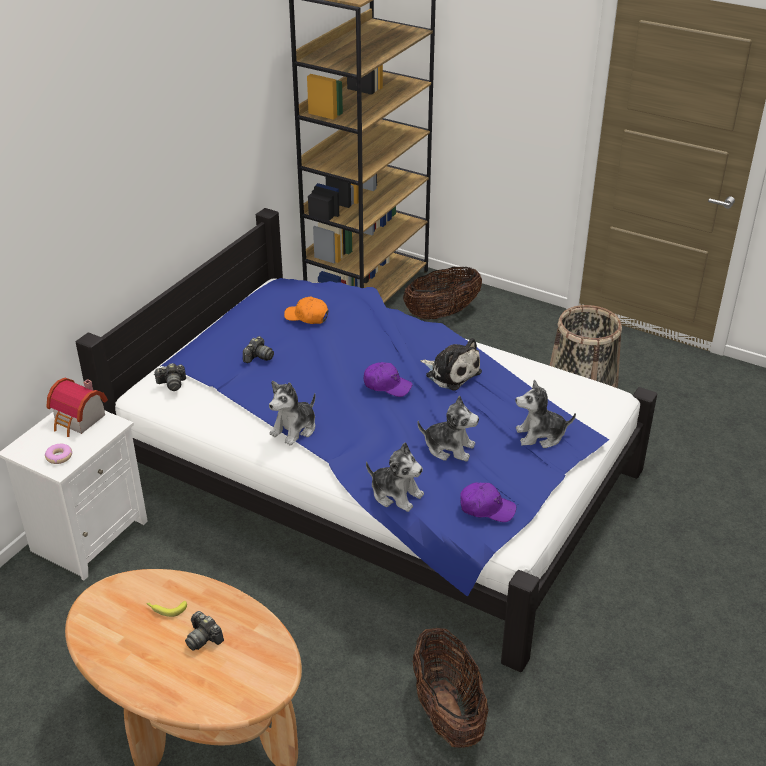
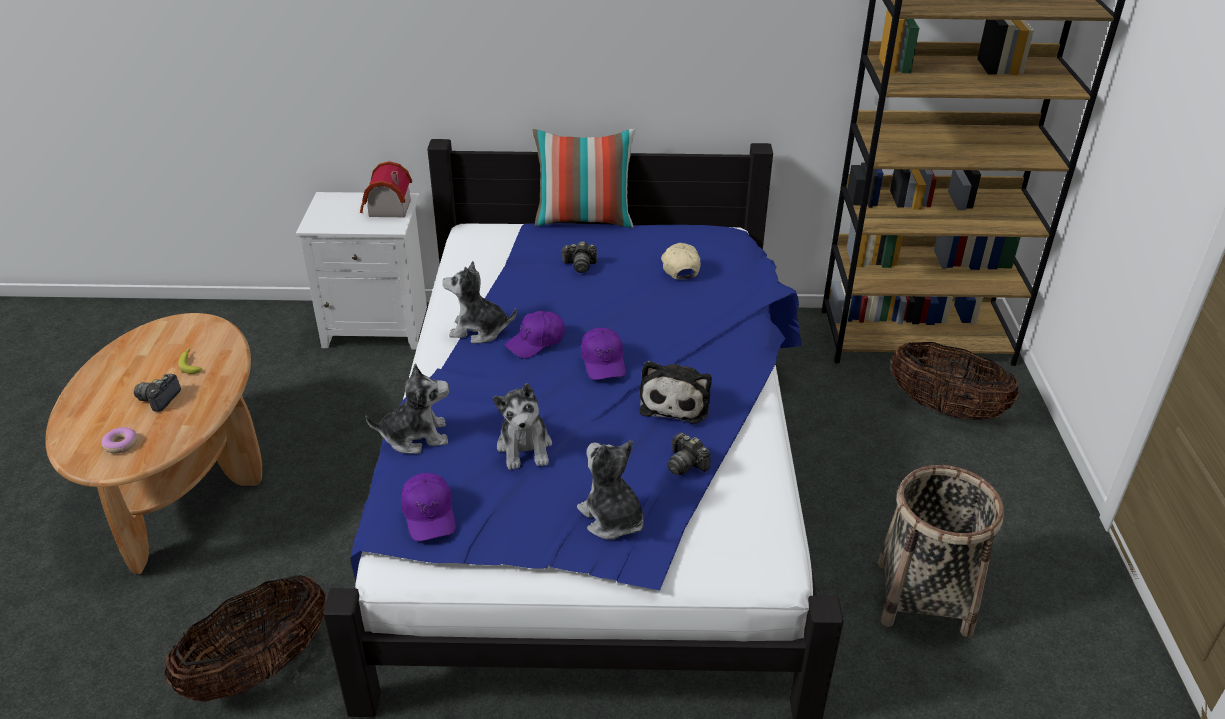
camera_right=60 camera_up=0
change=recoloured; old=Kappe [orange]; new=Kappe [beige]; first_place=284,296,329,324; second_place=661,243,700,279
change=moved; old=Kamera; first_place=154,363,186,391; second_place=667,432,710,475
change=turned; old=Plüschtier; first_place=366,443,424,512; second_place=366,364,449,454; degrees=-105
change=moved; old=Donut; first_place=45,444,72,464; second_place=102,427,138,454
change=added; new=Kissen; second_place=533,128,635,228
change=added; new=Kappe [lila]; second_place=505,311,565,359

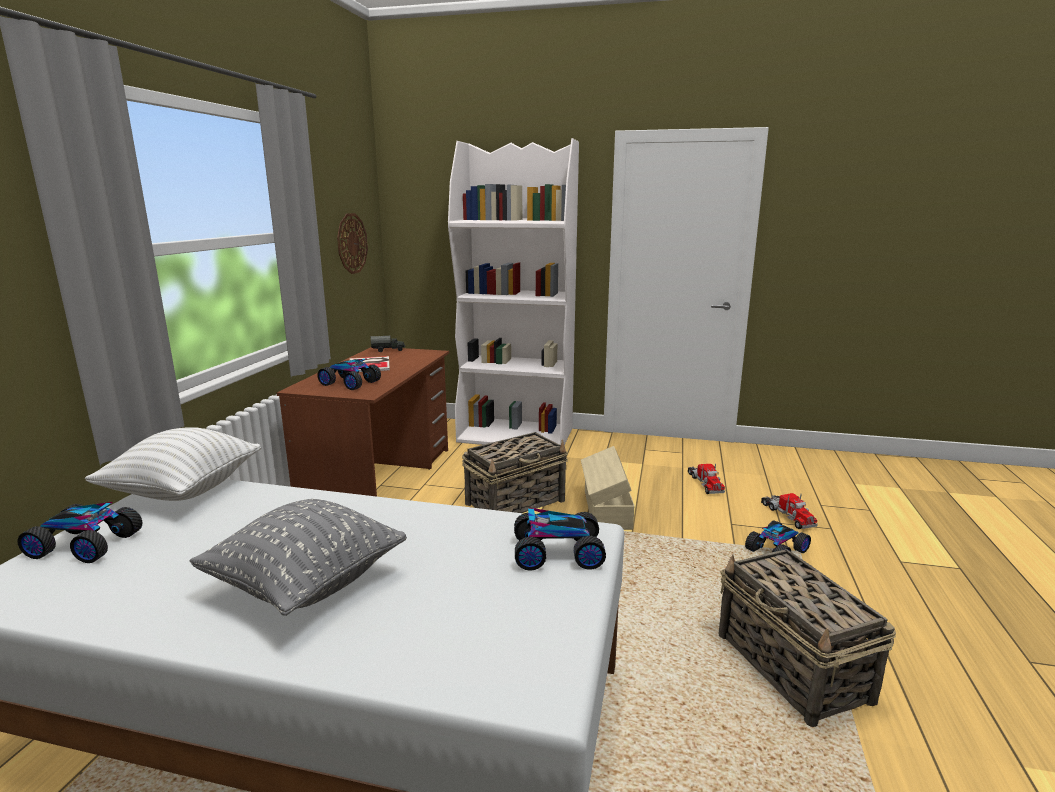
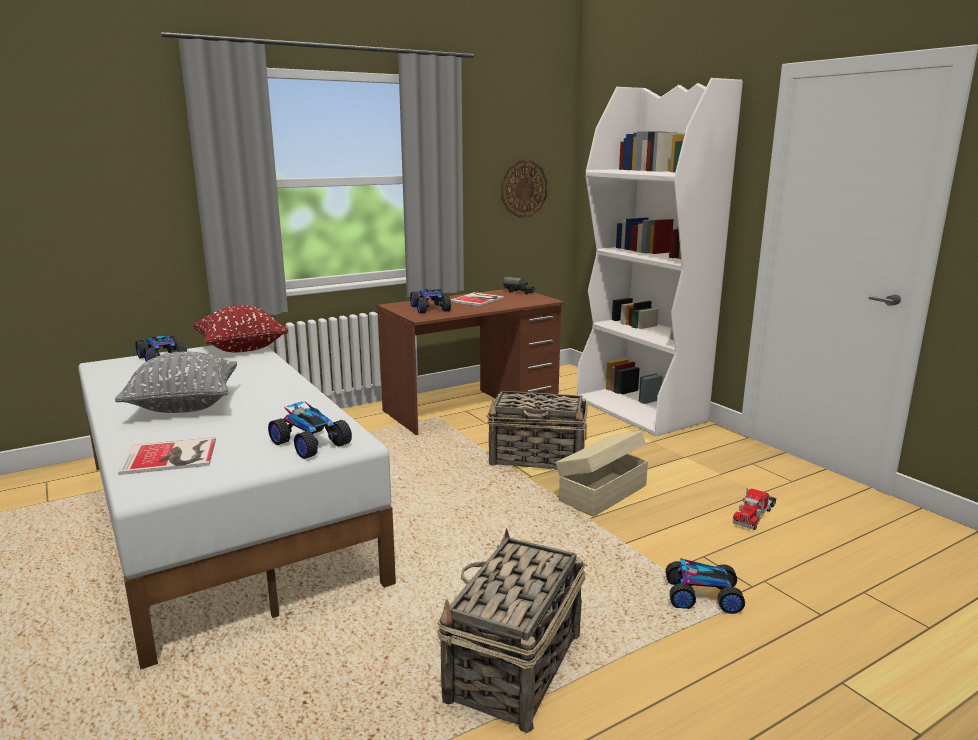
camera_right=45 camera_up=0
change=recoloured; old=Kissen [weiß]; new=Kissen [rot]; first_place=85,427,261,501; second_place=193,306,289,352
change=removed; old=Spielzeuglaster; first_place=761,493,818,529
change=added; new=Buch; second_place=118,437,216,475

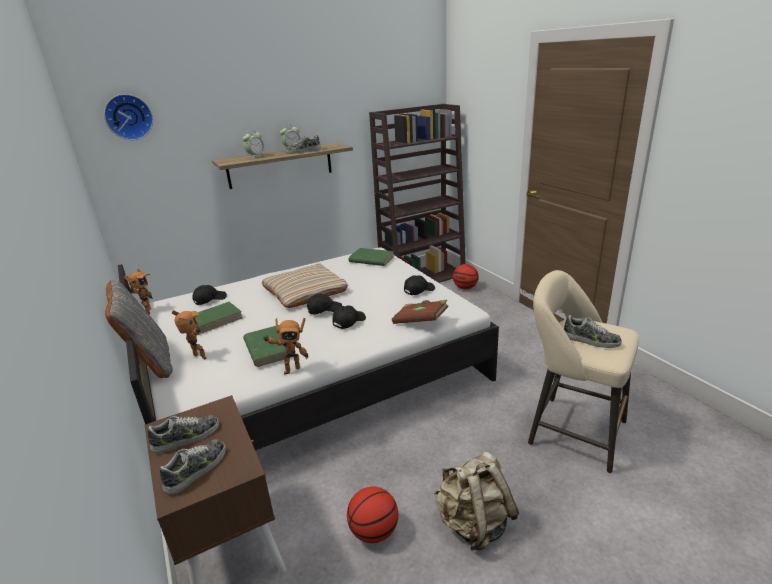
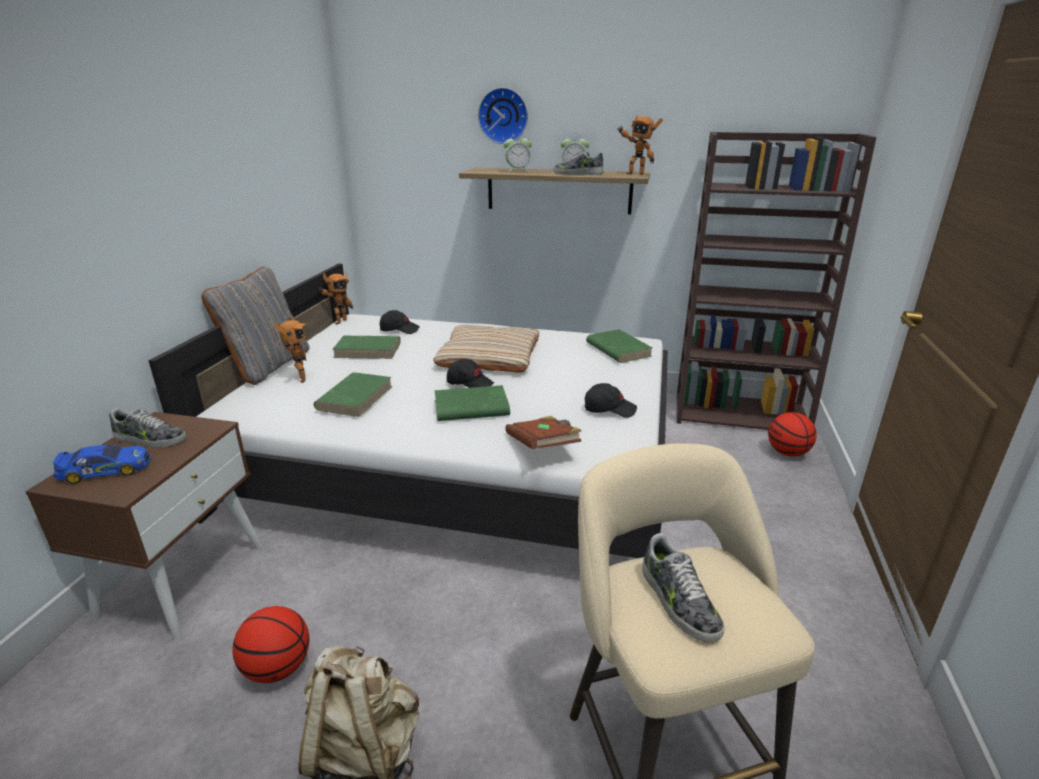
camera_right=40 camera_up=0
change=moved; old=Wanduhr; first_place=104,94,153,140; second_place=478,87,528,144
change=replaced; old=Kappe [schwarz]; new=Buch [grün]; first_place=332,305,366,329; second_place=435,385,510,421
change=moved; old=Spielzeugroboter; first_place=263,318,308,375; second_place=618,115,663,174
change=replaced; old=Schuh; new=Spielzeugauto; first_place=160,439,226,495; second_place=53,445,151,484

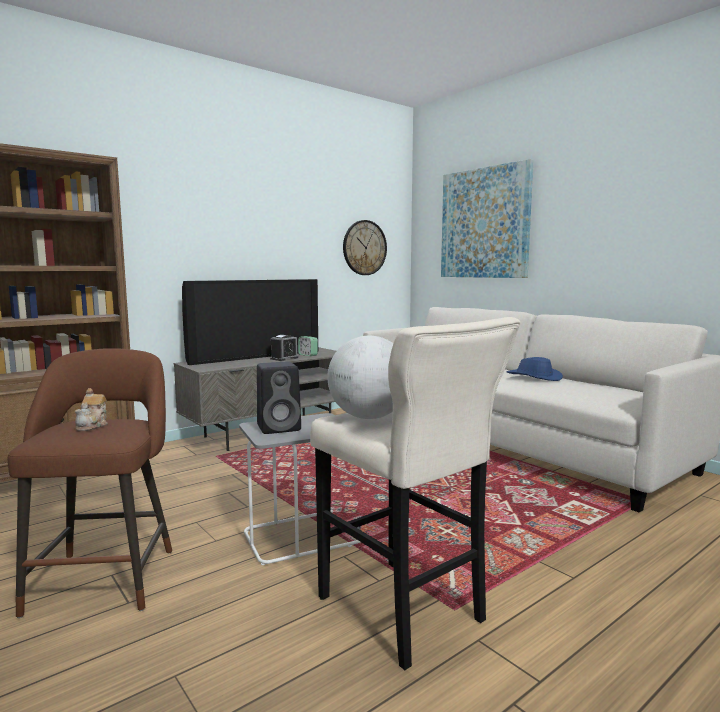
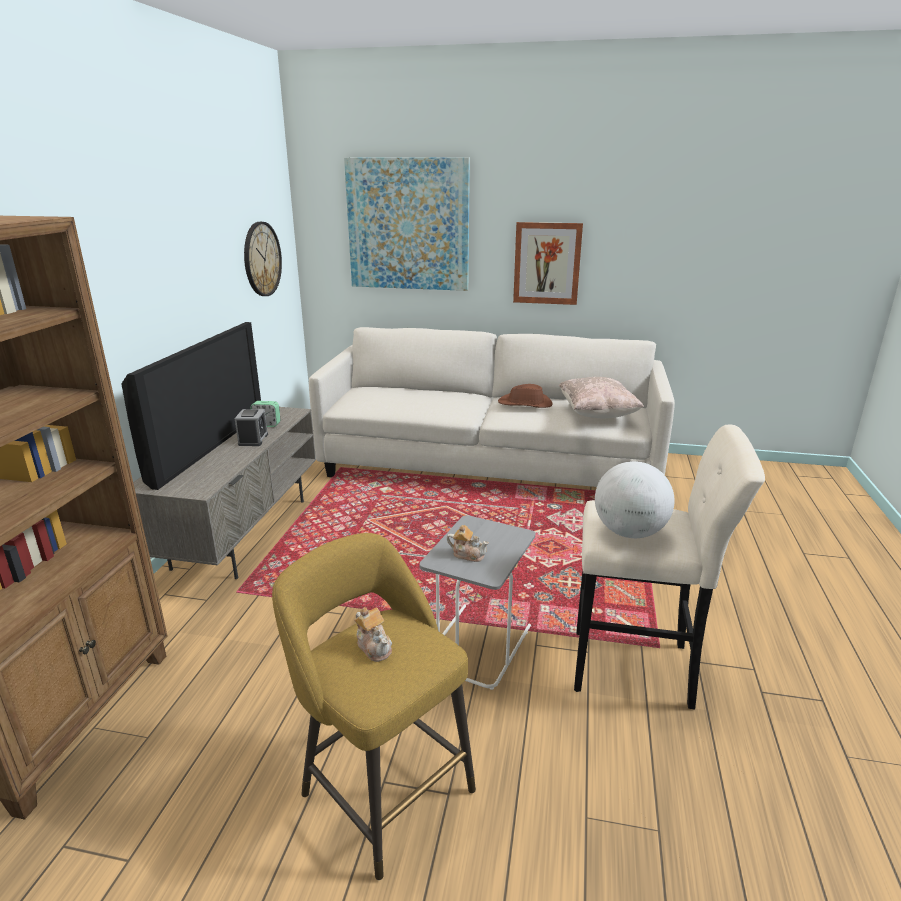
camera_right=-40 camera_up=15
change=recoloured; old=Hocker [braun]; new=Hocker [gelb]; first_place=8,348,172,618; second_place=272,533,476,880
change=recoloured; old=Hut [blau]; new=Hut [braun]; first_place=507,357,563,381; second_place=498,384,553,408
change=replaced; old=Lautsprecher [schwarz]; new=Teekanne; first_place=257,362,301,434; second_place=447,525,489,562
change=added; new=Bild; second_place=513,222,583,305
change=added; new=Kissen [beige]; second_place=559,377,644,418

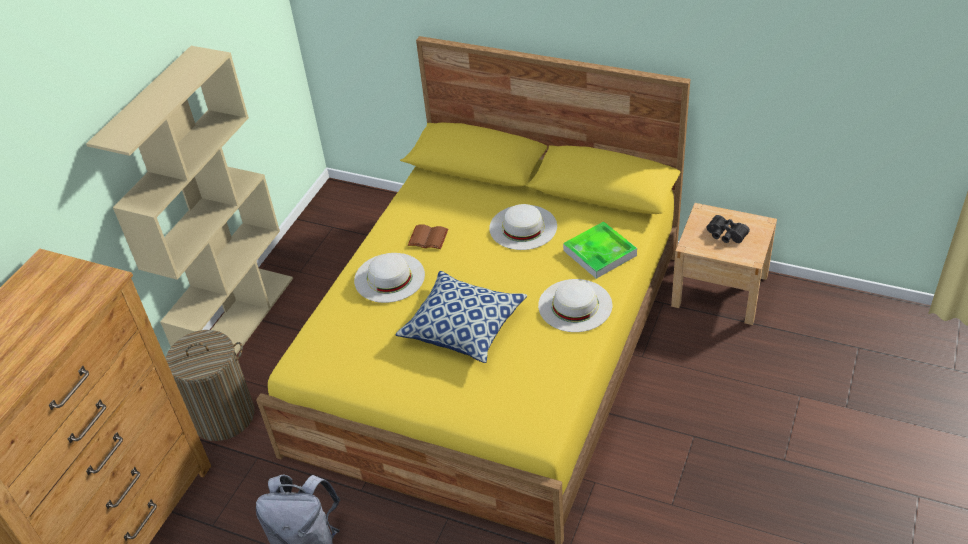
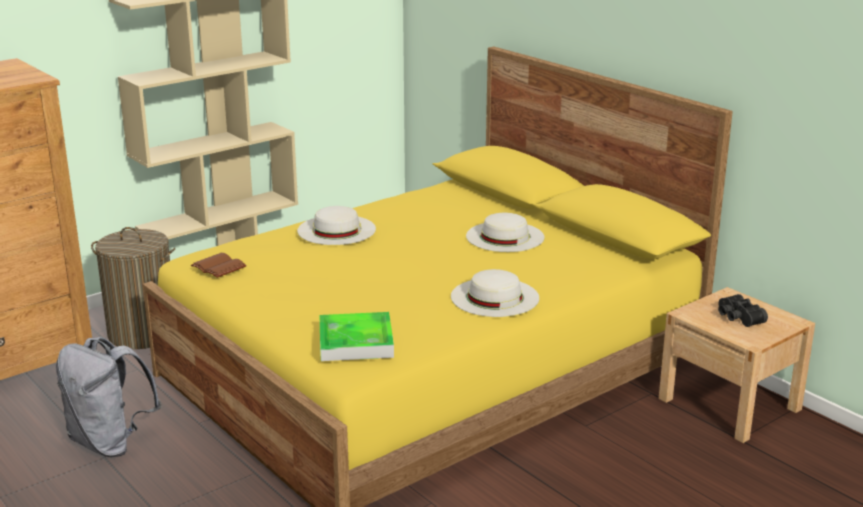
camera_right=25 camera_up=-20
change=moved; old=Tablett; first_place=563,221,637,279; second_place=320,312,394,361
change=moved; old=Buch [braun]; first_place=408,224,448,249; second_place=191,253,247,278
change=removed; old=Kissen; first_place=395,271,527,363

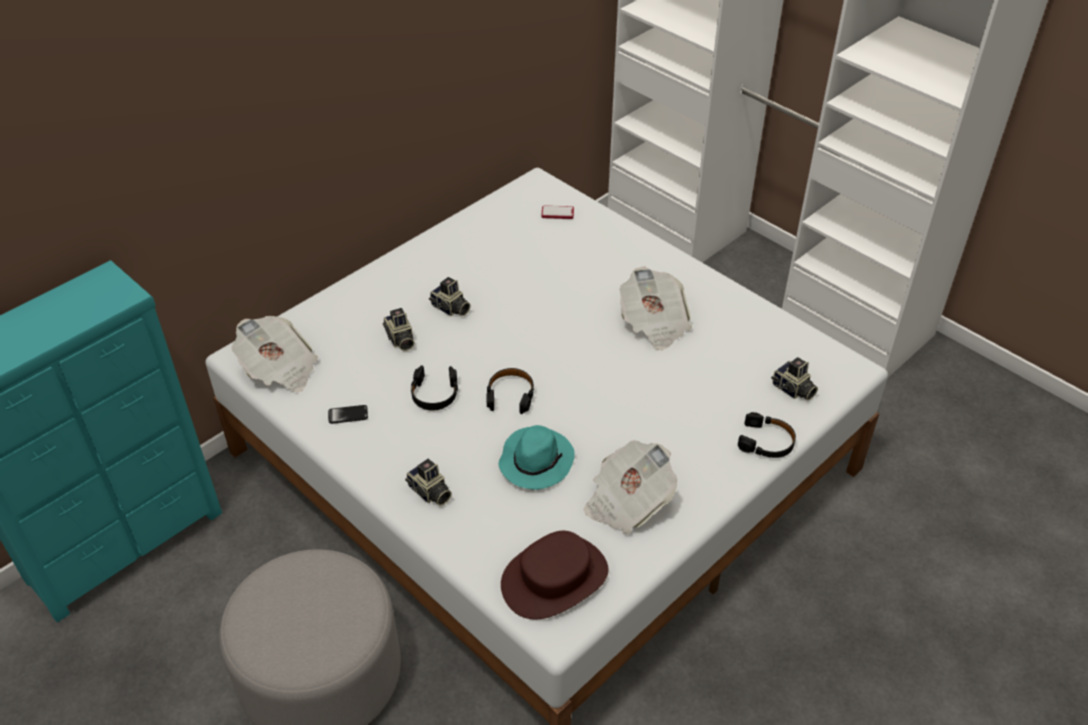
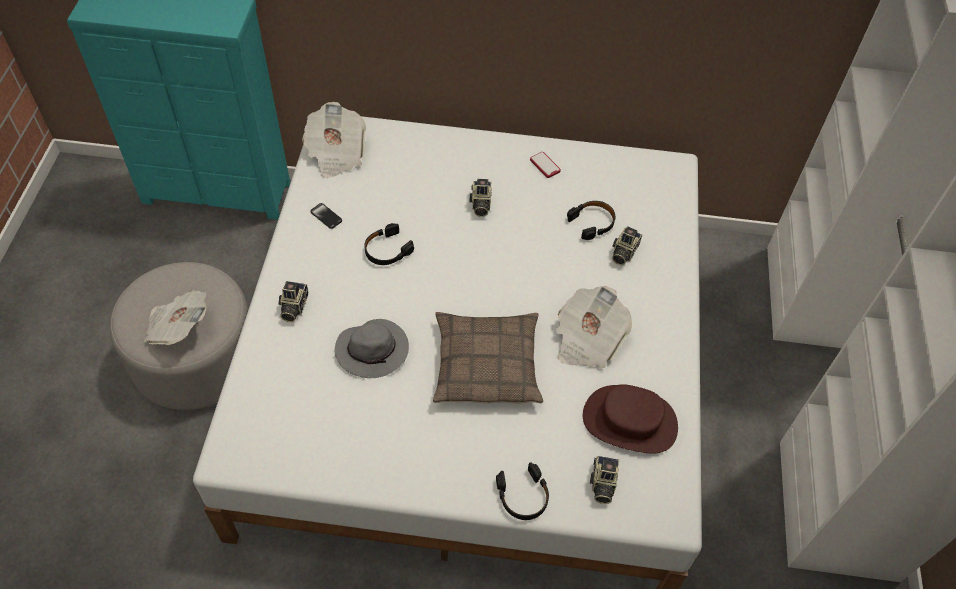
camera_right=50 camera_up=10
change=moved; old=Handy; first_place=542,205,574,219; second_place=530,152,561,178
change=moved; old=Kamera; first_place=383,308,415,351; second_place=612,226,642,265
change=moved; old=Kopfhörer [schwarz]; first_place=486,368,534,414; second_place=567,201,615,240
change=recoloured; old=Hut [türkis]; new=Hut [grau]; first_place=499,425,575,490; second_place=335,319,409,378
change=moved; old=Zeitung; first_place=584,440,677,534; second_place=144,290,206,345
change=moved; old=Hut [braun]; first_place=501,531,609,619; second_place=583,384,678,454
change=added; new=Kissen; second_place=433,312,543,404

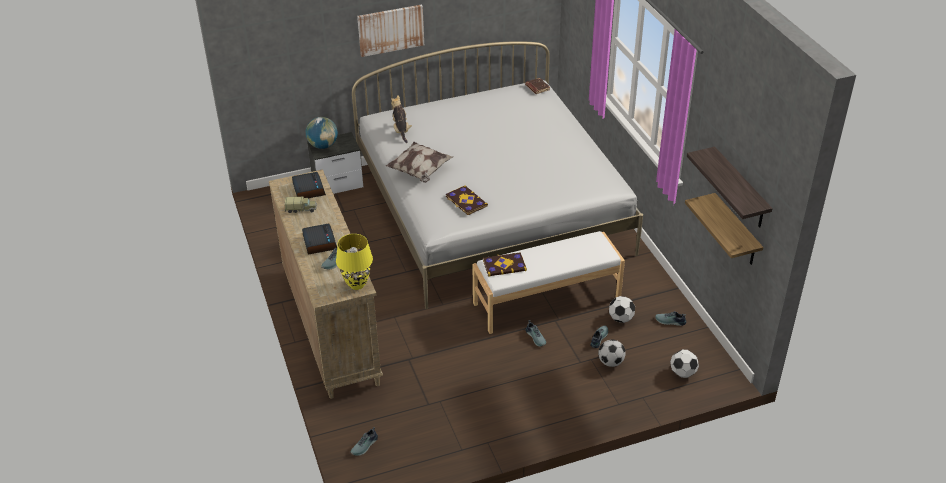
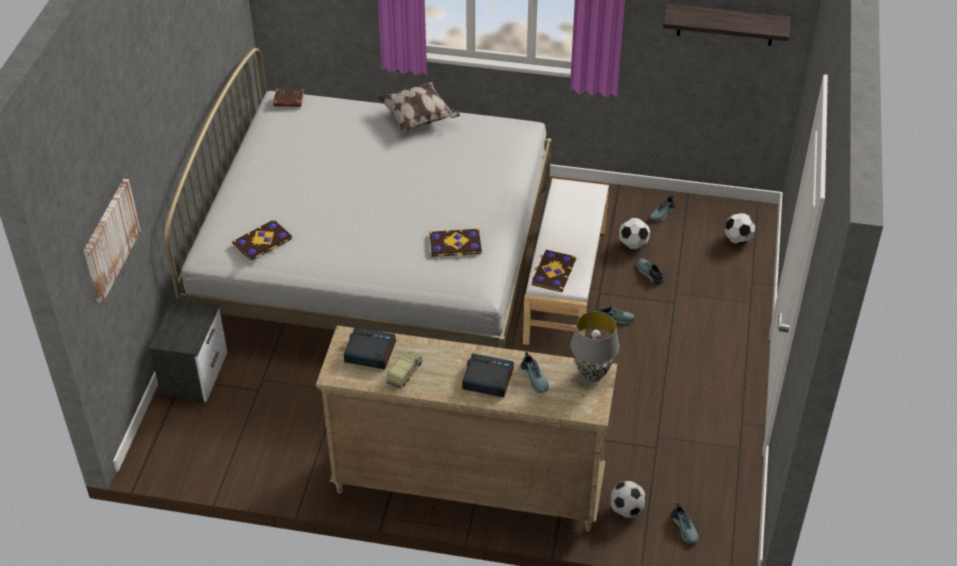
camera_right=-60 camera_up=5
change=moved; old=Bild; first_place=357,4,424,57; second_place=84,179,141,303
change=replaced; old=Plüschtier; new=Buch; first_place=391,95,412,143; second_place=232,219,292,261
change=removed; old=Globus; first_place=306,117,338,149
change=moved; old=Kissen; first_place=386,142,453,183; second_place=377,82,460,132
change=removed; old=Wandregal; first_place=685,193,763,265
change=recoloured; old=Tischlampe [gelb]; new=Tischlampe [grau]; first_place=336,234,373,290; second_place=570,311,619,382
change=moved; old=Fußball; first_place=598,340,626,367; second_place=610,481,646,518

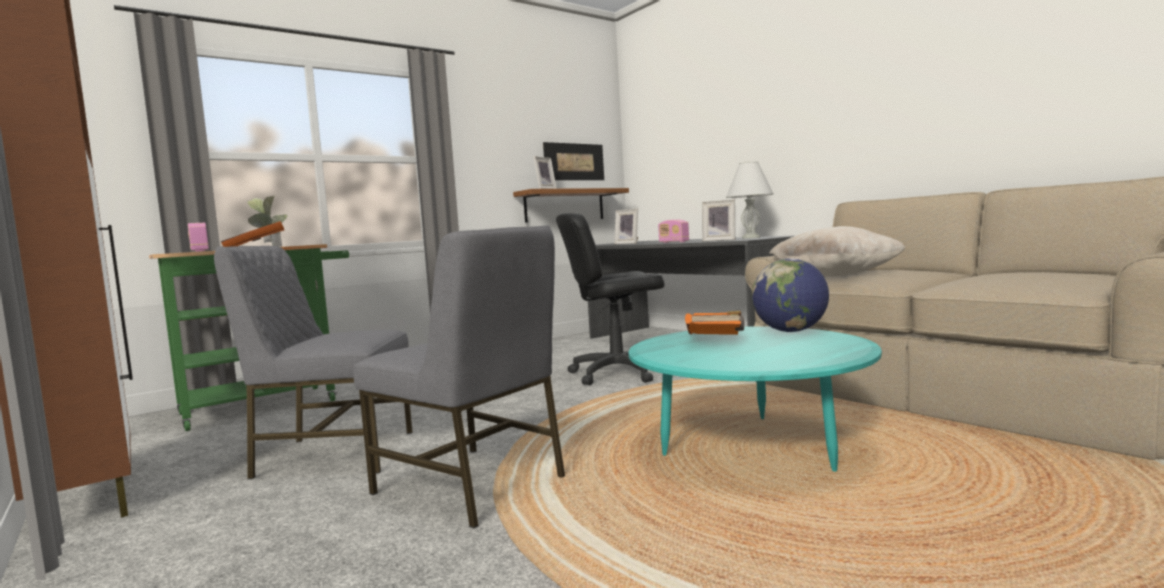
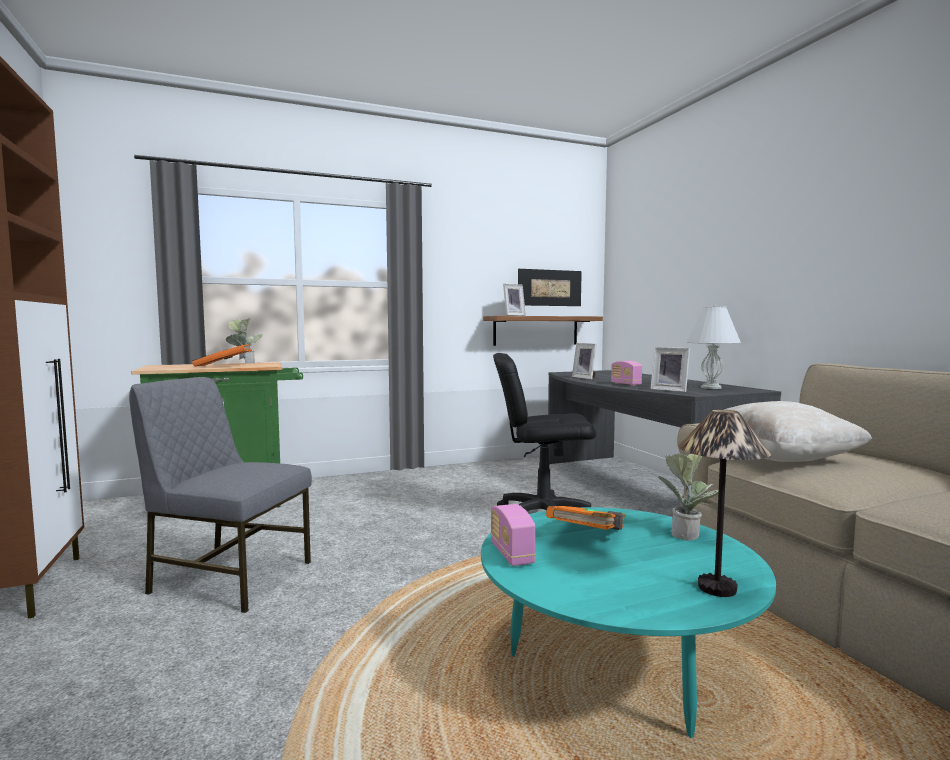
camera_right=15 camera_up=0
change=moved; old=Radio; first_place=188,223,209,252; second_place=491,504,536,566
change=removed; old=Stuhl [grau]; first_place=353,225,565,528
change=replaced; old=Globus; new=Topfpflanze; first_place=752,258,829,332; second_place=658,454,719,541
change=added; new=Tischlampe; second_place=679,410,771,597

